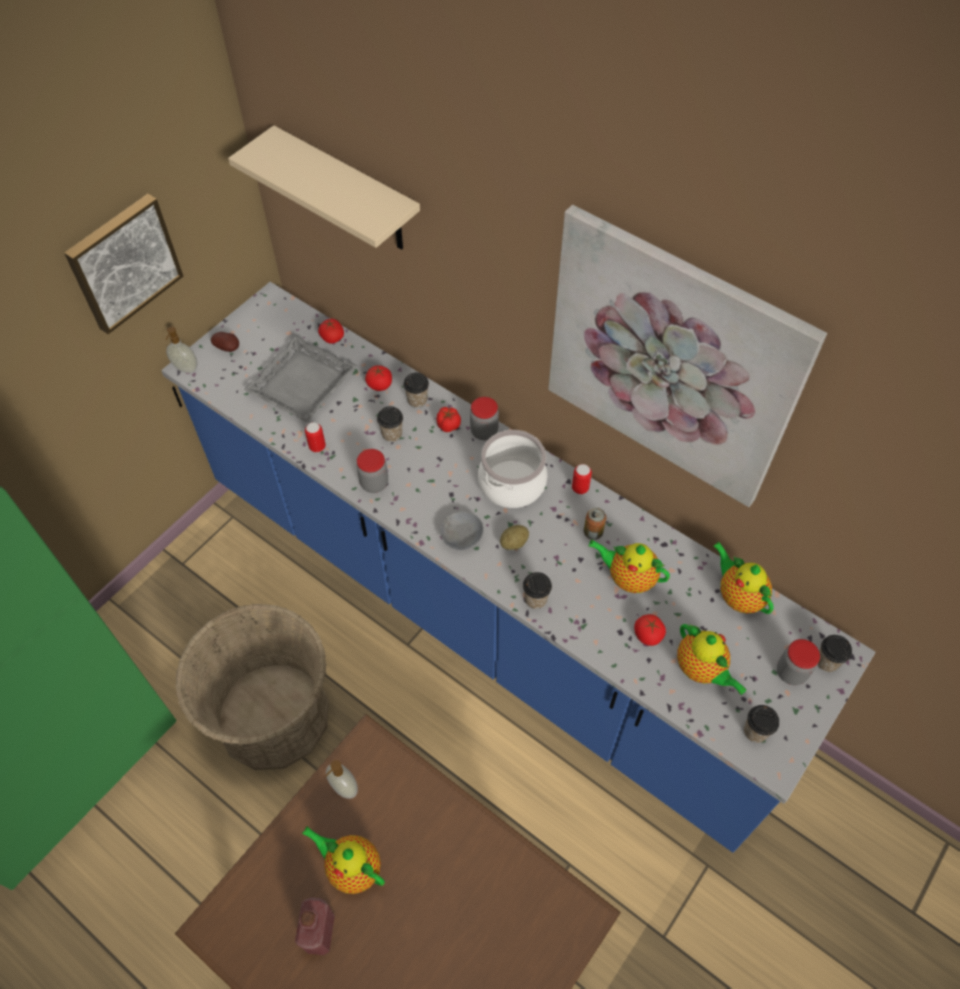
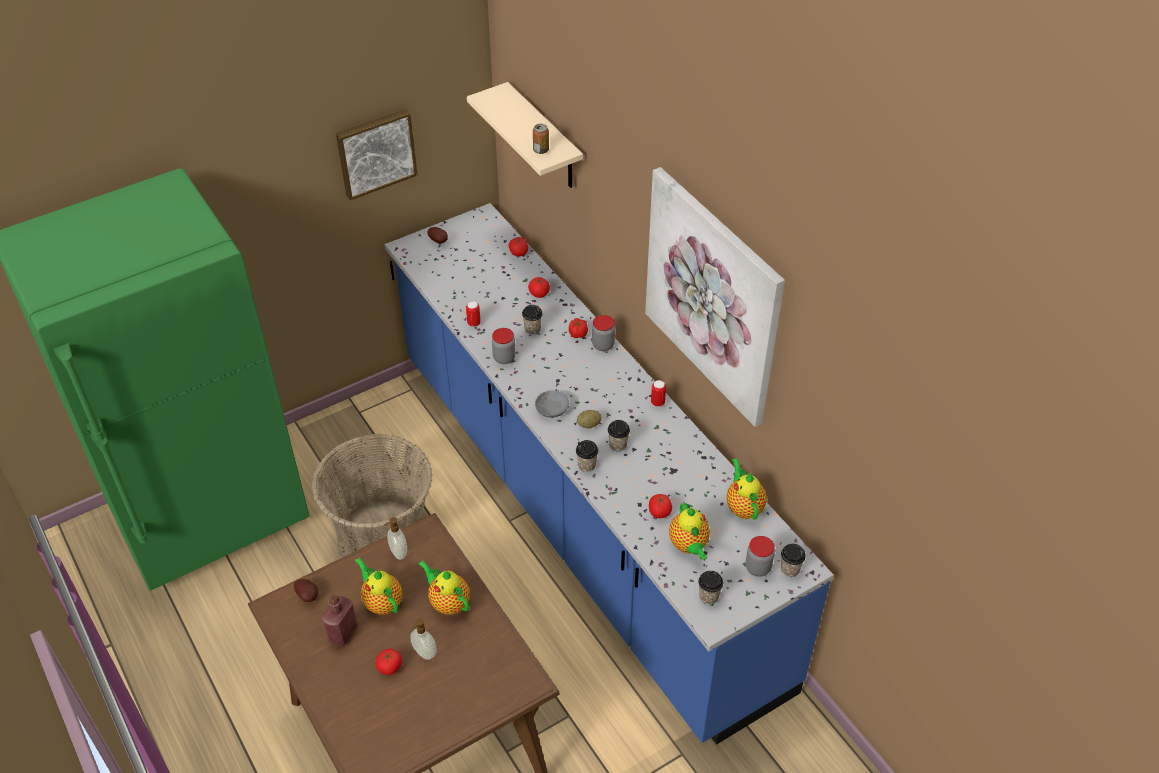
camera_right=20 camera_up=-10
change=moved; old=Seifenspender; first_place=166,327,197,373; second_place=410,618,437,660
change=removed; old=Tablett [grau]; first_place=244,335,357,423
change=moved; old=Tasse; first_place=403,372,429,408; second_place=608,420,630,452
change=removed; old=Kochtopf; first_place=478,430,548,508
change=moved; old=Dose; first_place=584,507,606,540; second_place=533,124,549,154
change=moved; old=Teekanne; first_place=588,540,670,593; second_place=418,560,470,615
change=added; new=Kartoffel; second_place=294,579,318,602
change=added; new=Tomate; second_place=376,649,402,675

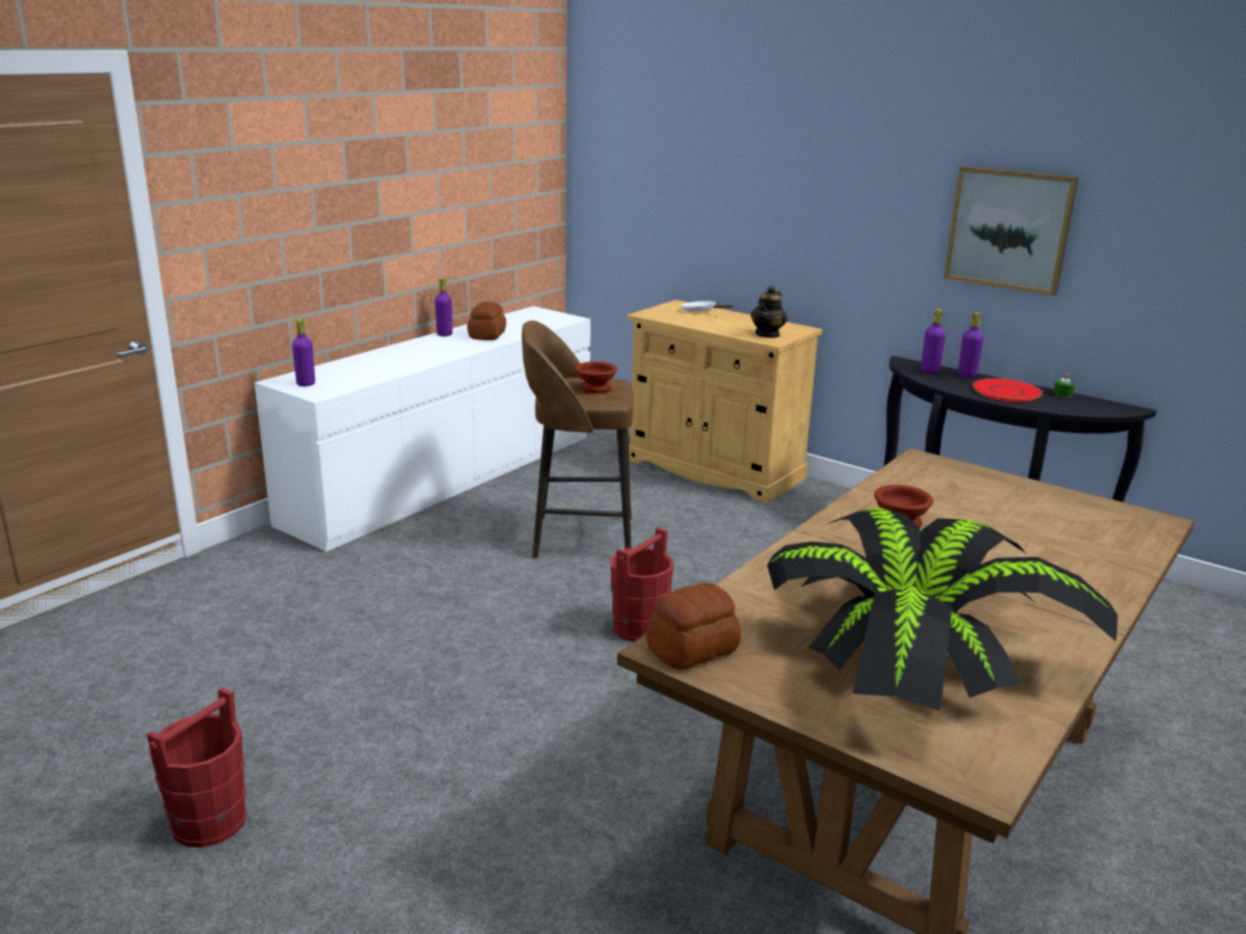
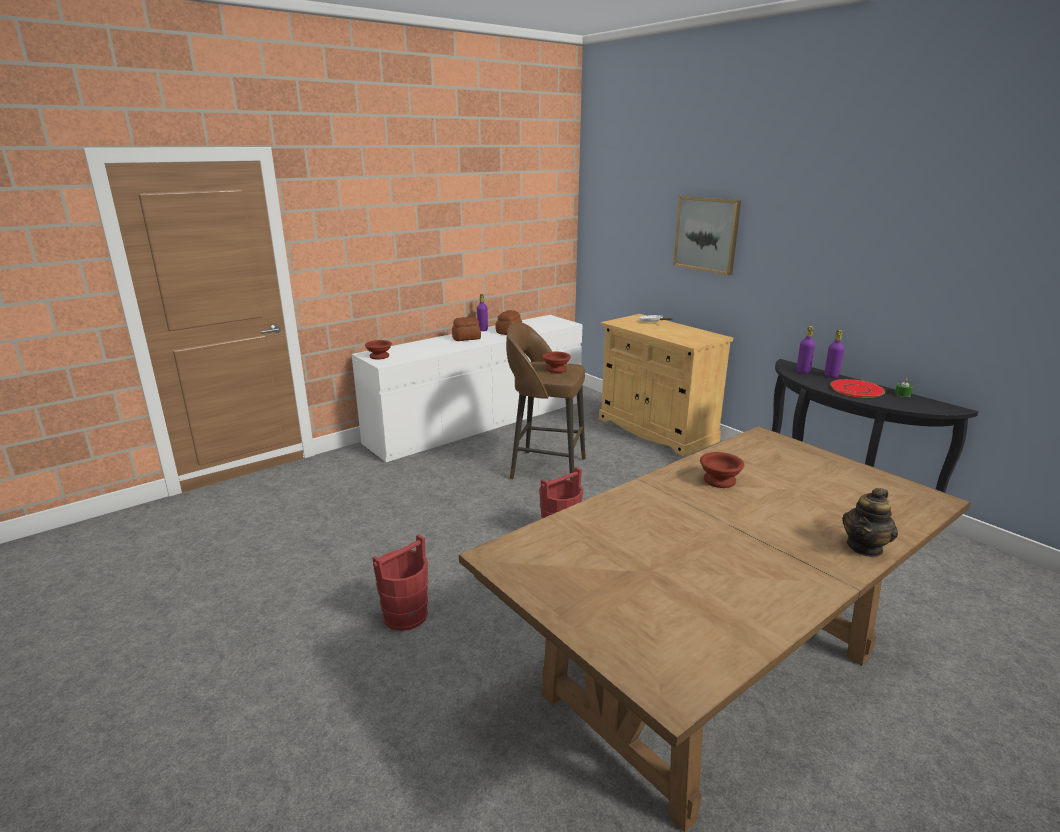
camera_right=15 camera_up=0
change=moved; old=Bild; first_place=944,166,1079,296; second_place=673,196,741,275
change=moved; old=Teekanne; first_place=751,286,787,338; second_place=842,488,898,558
change=replaced; old=Flasche [lila]; new=Schüssel [braun]; first_place=292,319,315,386; second_place=365,340,392,359
change=removed; old=Topfpflanze; first_place=767,508,1118,711
change=moved; old=Brot; first_place=646,583,741,670; second_place=452,317,481,341
change=moved; old=Eimer [rot]; first_place=147,687,247,848; second_place=372,534,428,631

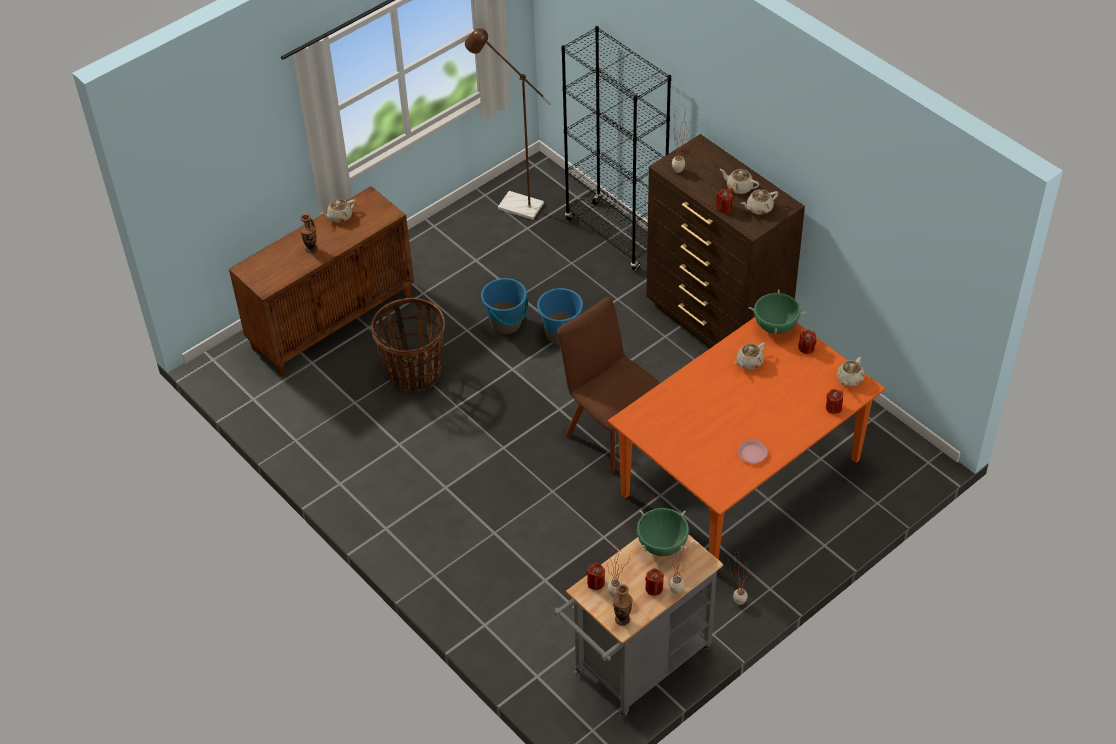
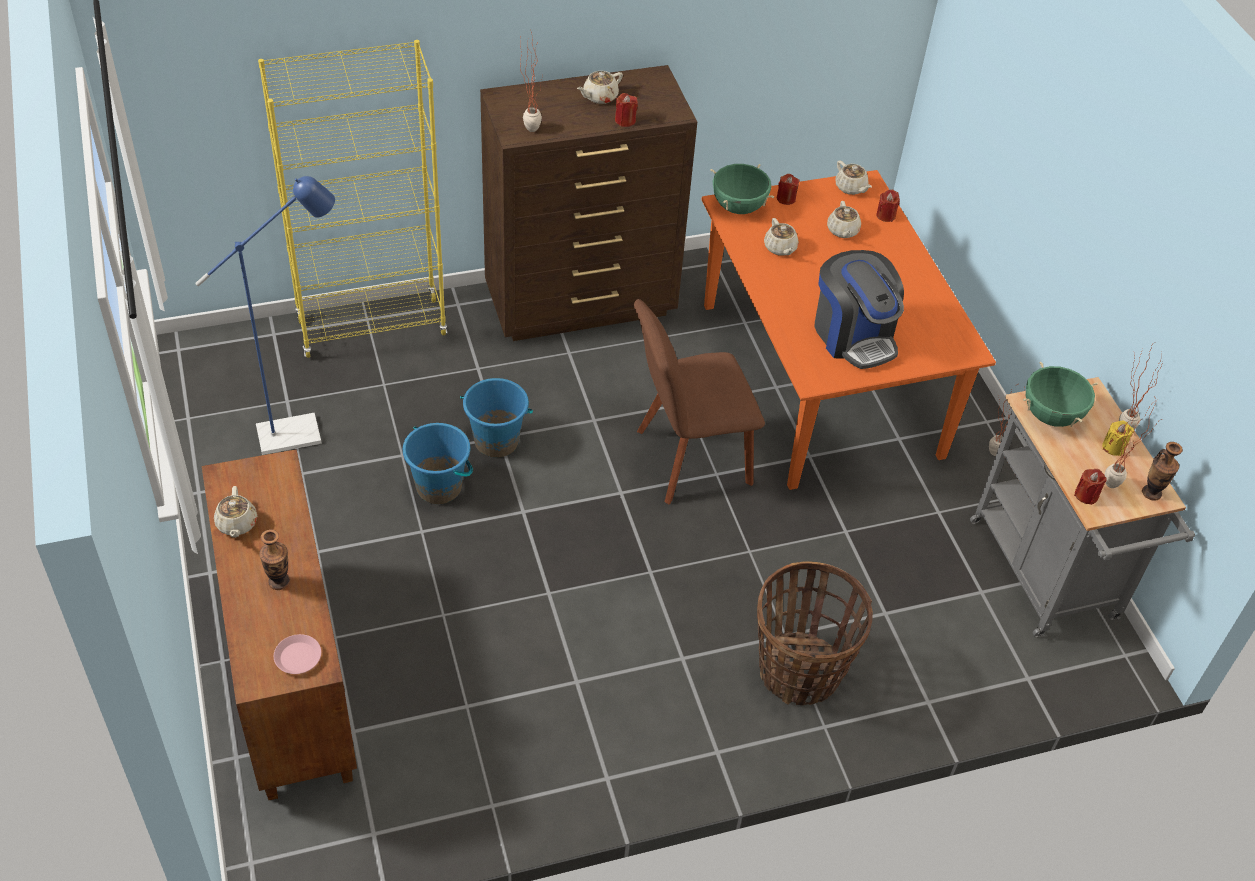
camera_right=-70 camera_up=0
change=recoloured; old=Bücherregal [schwarz]; new=Bücherregal [gelb]; first_place=561,26,671,271; second_place=258,40,447,358
change=removed; old=Stehlampe [braun]; first_place=465,28,552,220
change=moved; old=Teekanne [beige]; first_place=741,189,778,215; second_place=827,201,861,238
change=moved; old=Korb; first_place=371,298,445,392; second_place=757,561,873,705
change=moved; old=Teller [rosa]; first_place=738,440,768,463; second_place=274,634,321,674
change=recoloured; old=Kerze [rot]; new=Kerze [gelb]; first_place=645,569,664,596; second_place=1102,420,1134,456
change=added; new=Stehlampe [blau]; second_place=195,176,335,455
change=added; new=Kaffeemaschine; second_place=815,250,904,369

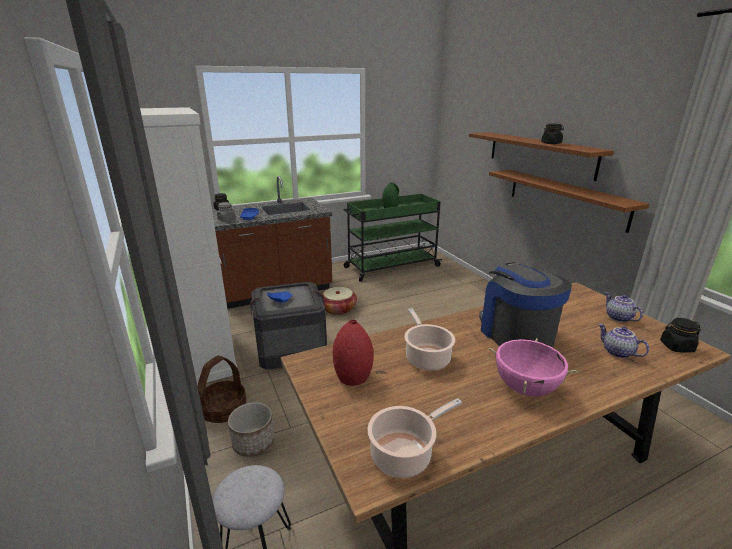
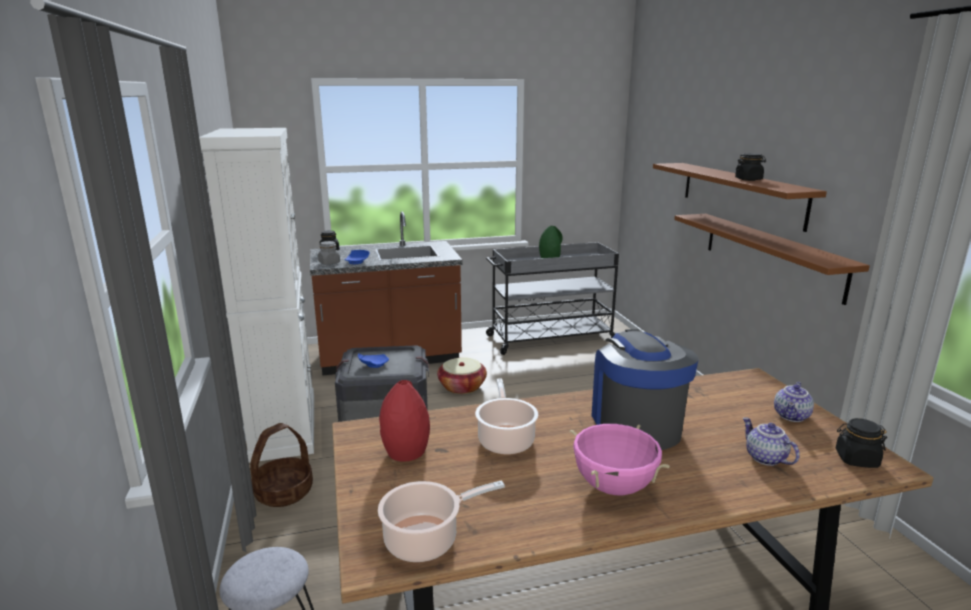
camera_right=10 camera_up=-5
change=recoloured; old=Rollwagen [grün]; new=Rollwagen [grau]; first_place=343,194,442,282; second_place=486,242,619,355
change=turned; old=Teekanne; first_place=605,292,643,322; second_place=774,382,814,422; degrees=-135
change=removed; old=Pflanzkübel; first_place=228,402,275,457

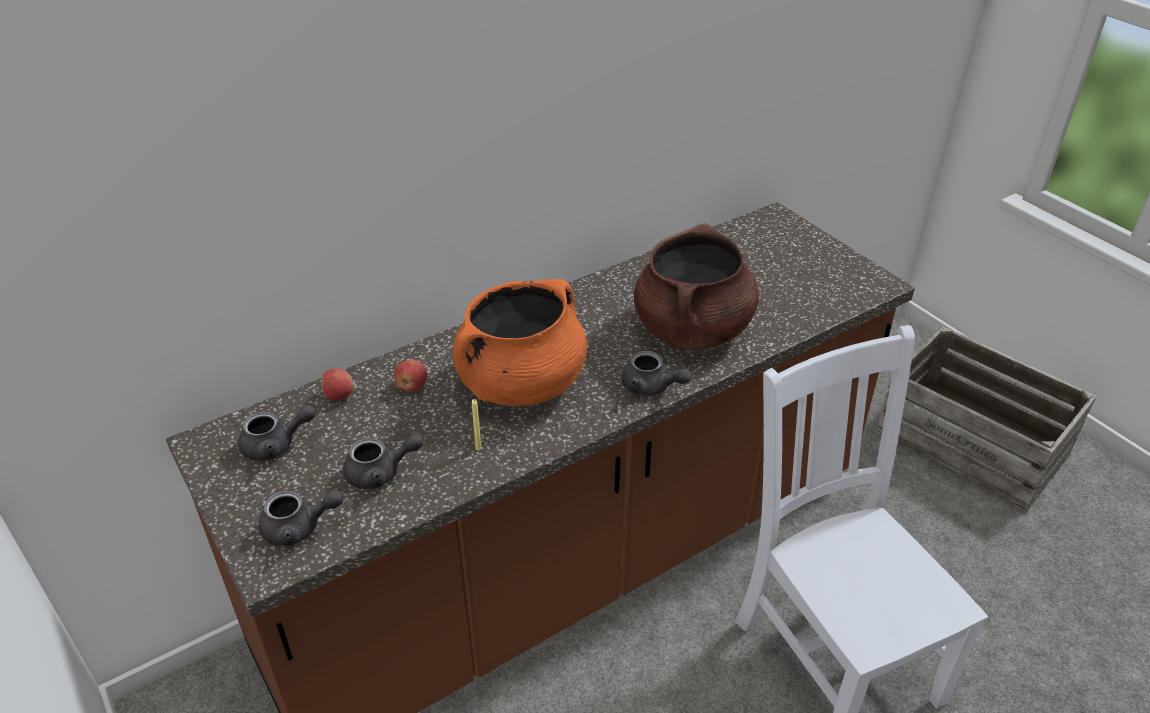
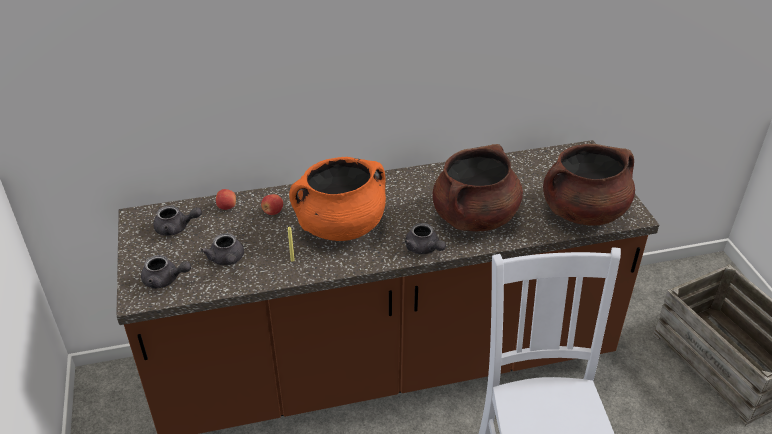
camera_right=20 camera_up=0
change=turned; old=Teekanne [grau]; first_place=343,433,424,489; second_place=201,233,244,265; degrees=60
change=added; new=Kochtopf [braun]; second_place=543,144,635,226

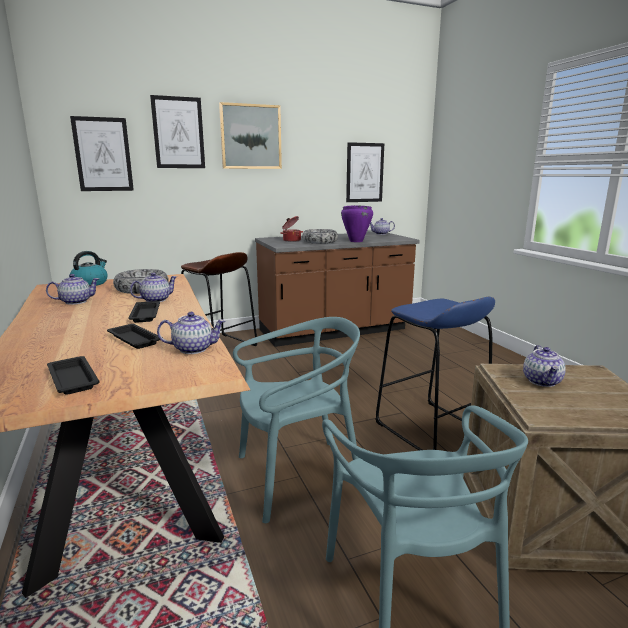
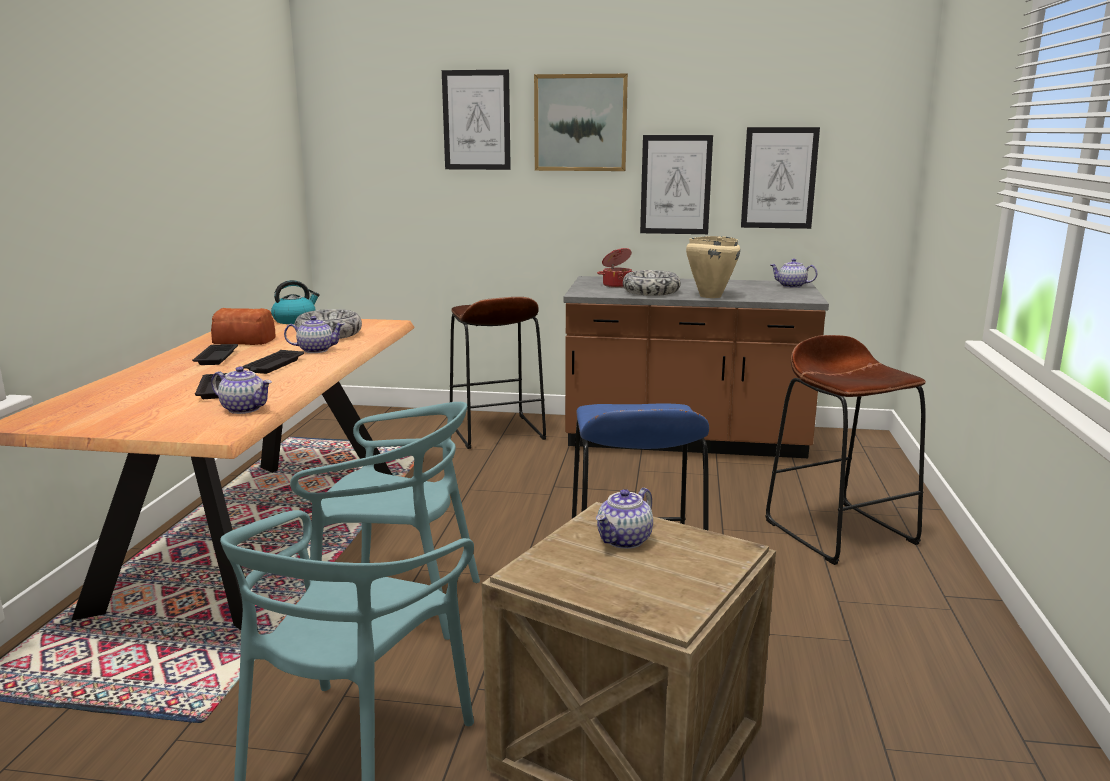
camera_right=30 camera_up=0
change=moved; old=Bild; first_place=70,116,134,191; second_place=640,135,713,234
change=recoloured; old=Kochtopf [lila]; new=Kochtopf [beige]; first_place=341,205,373,242; second_place=686,236,740,298
change=replaced; old=Teekanne; new=Brot; first_place=46,274,99,305; second_place=211,308,275,345
change=moved; old=Tablett [schwarz]; first_place=47,356,100,395; second_place=192,344,238,365
change=added; new=Hocker [braun]; second_place=765,335,926,565

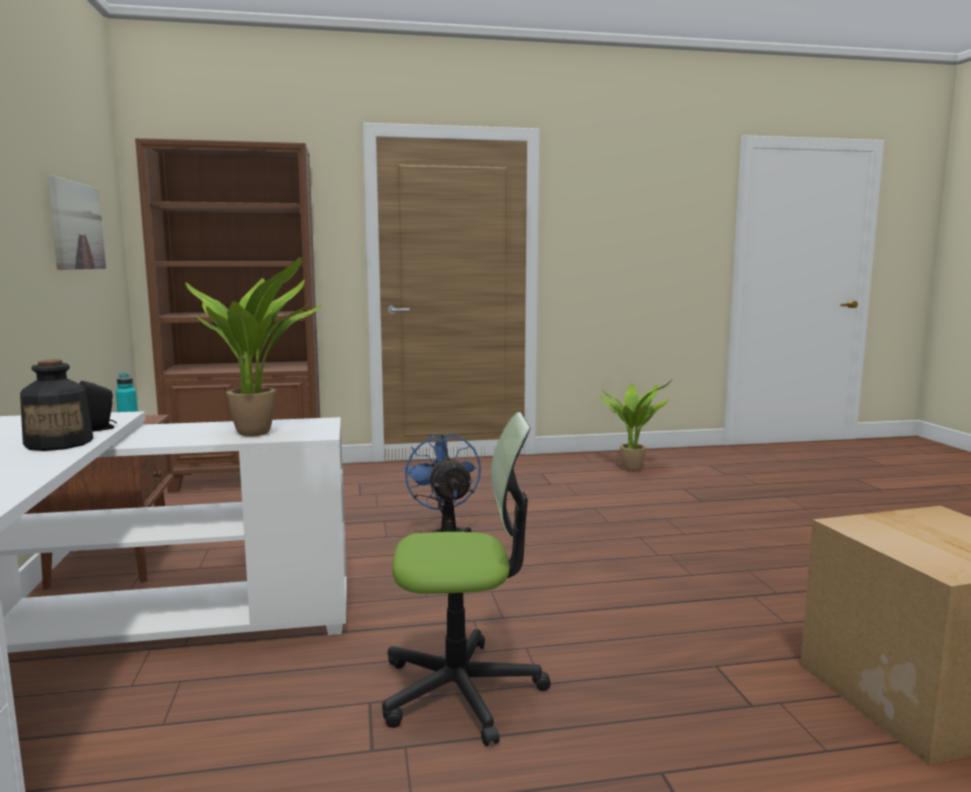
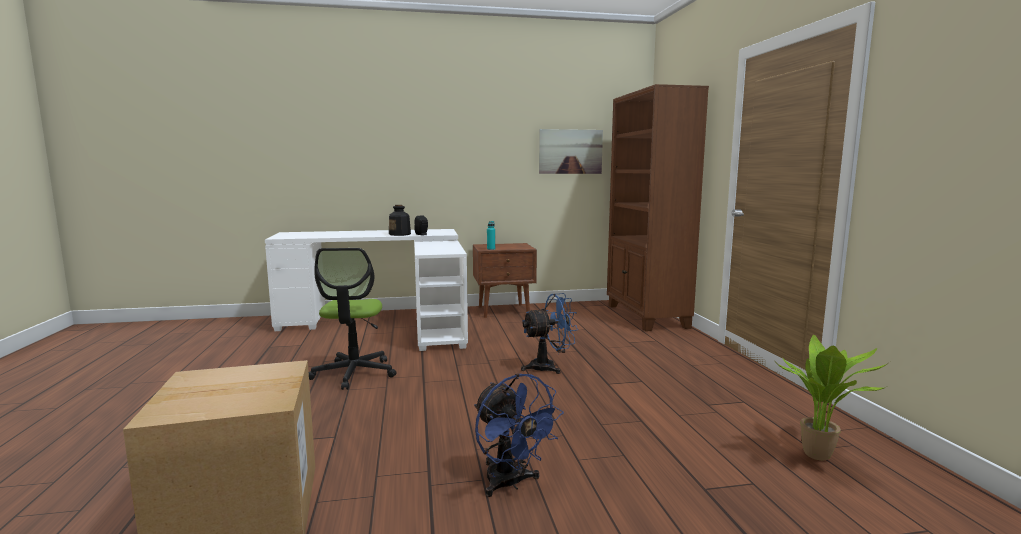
camera_right=90 camera_up=0
change=removed; old=Topfpflanze; first_place=185,257,322,437
change=added; new=Ventilator [blau]; second_place=474,373,564,497

